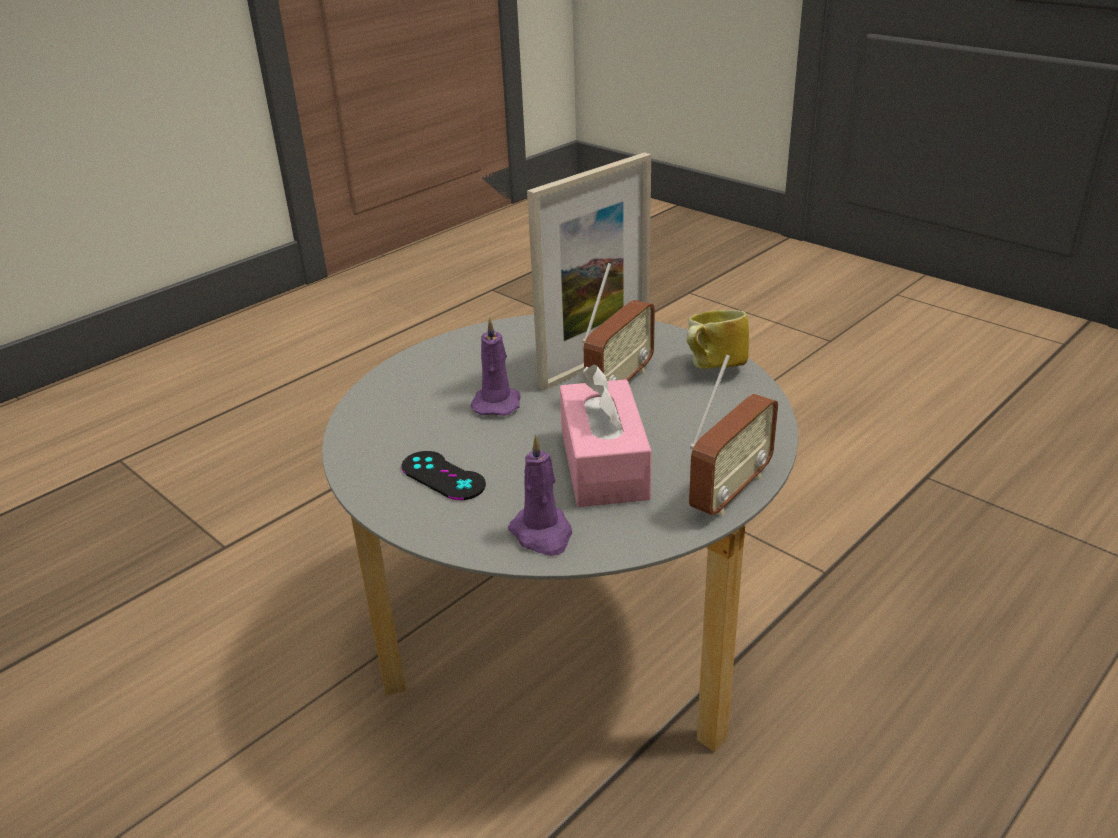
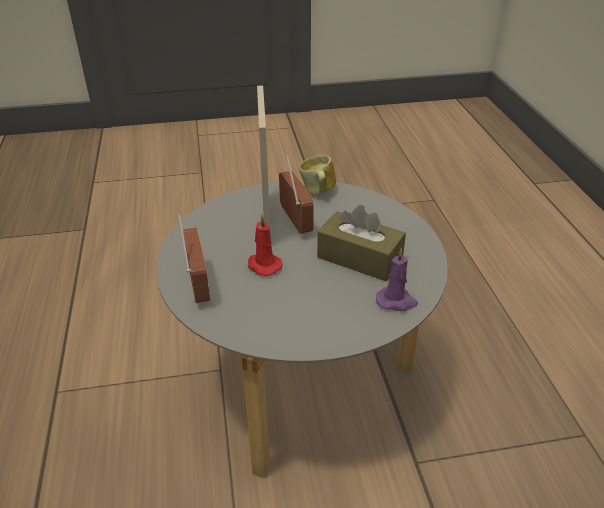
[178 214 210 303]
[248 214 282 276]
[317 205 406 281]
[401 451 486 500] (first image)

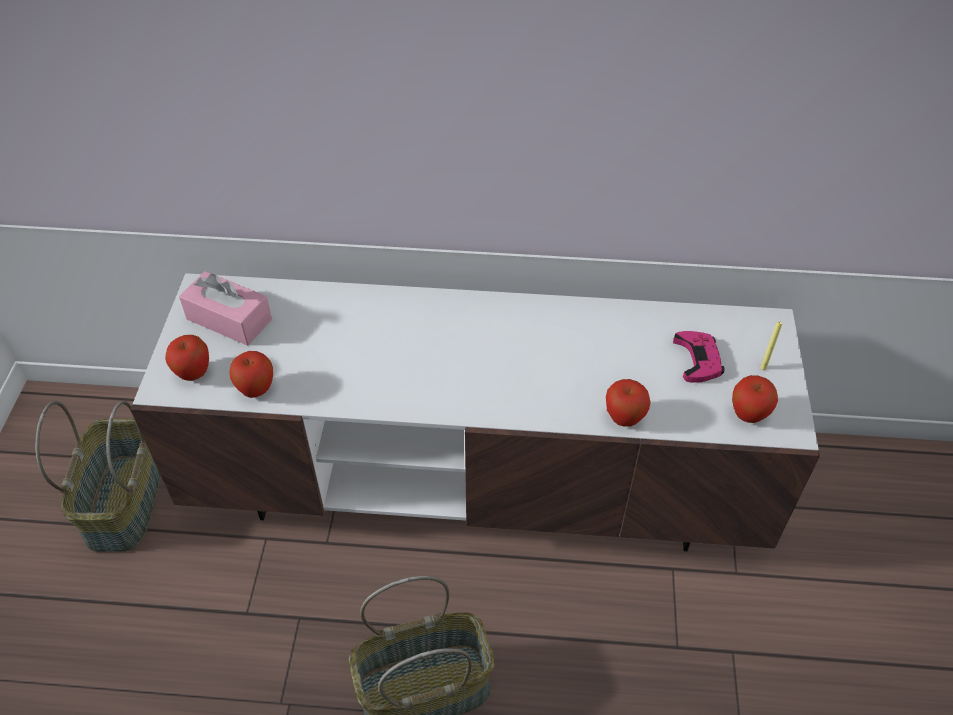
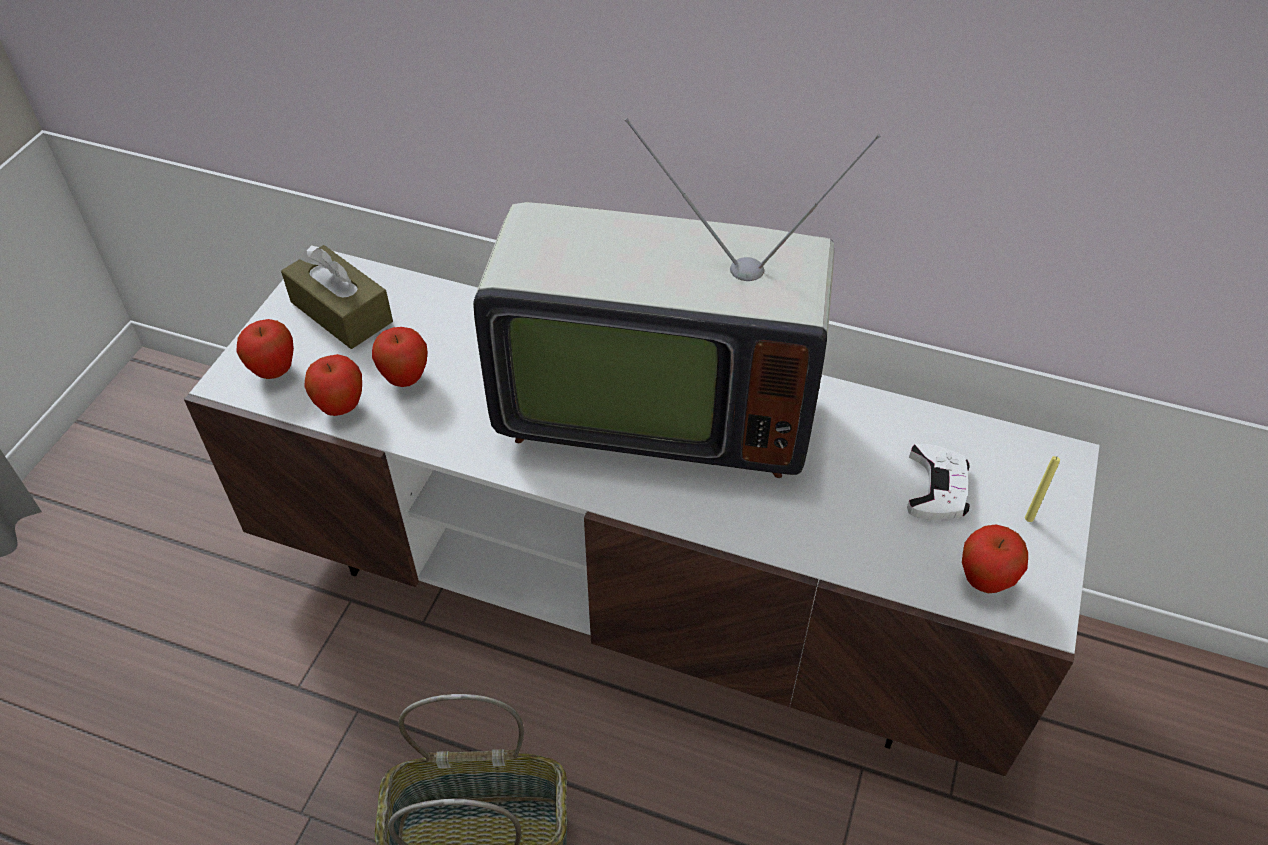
[281 245 393 349]
[372 327 427 387]
[473 118 880 478]
[907 444 970 520]
[35 401 161 552] (first image)

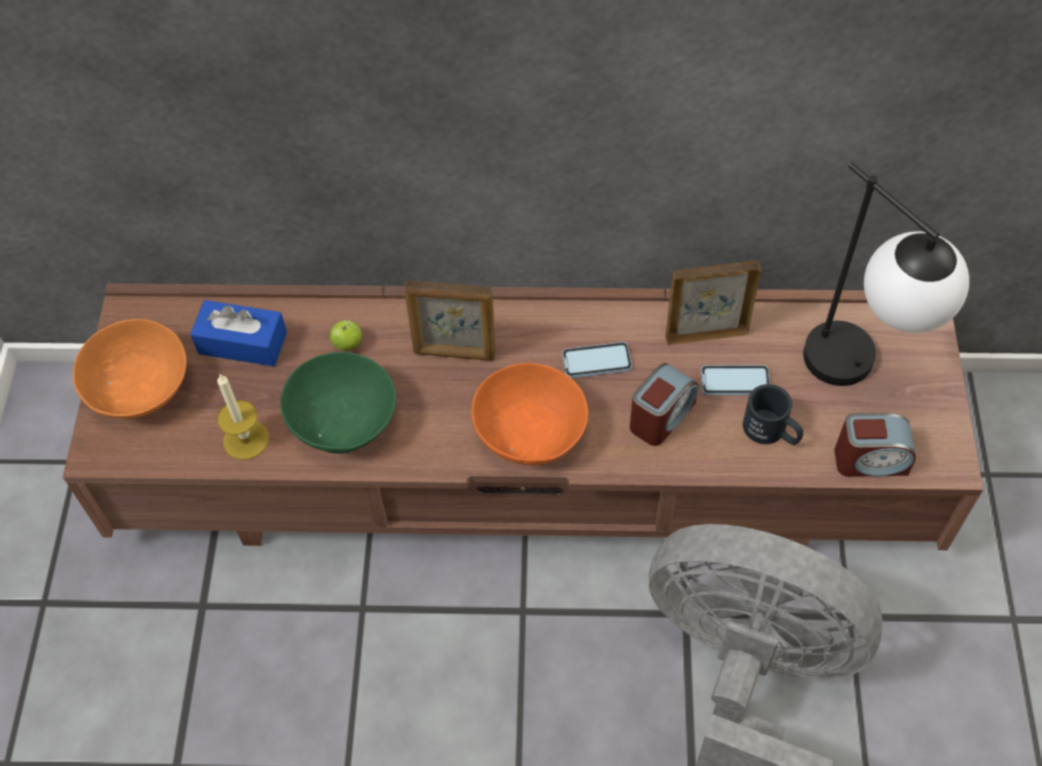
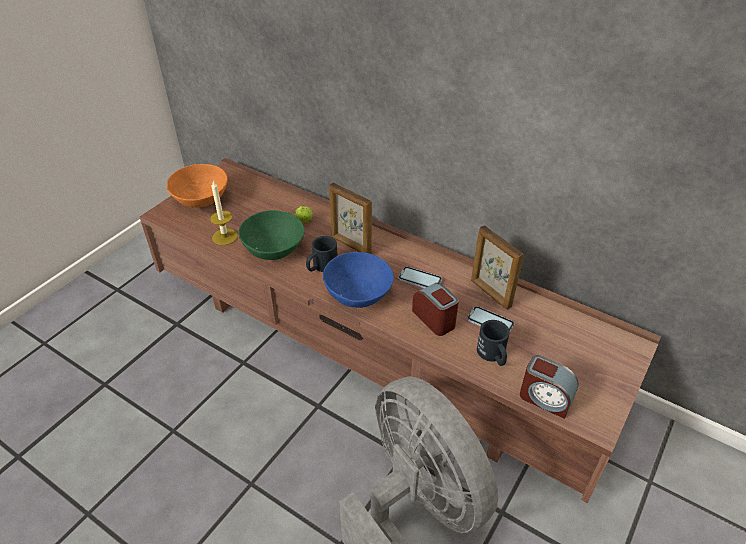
[306 236 338 272]
[323 252 394 308]
[412 283 459 336]
[471 225 524 310]
[190 300 287 367] (first image)
[803 163 969 386] (first image)

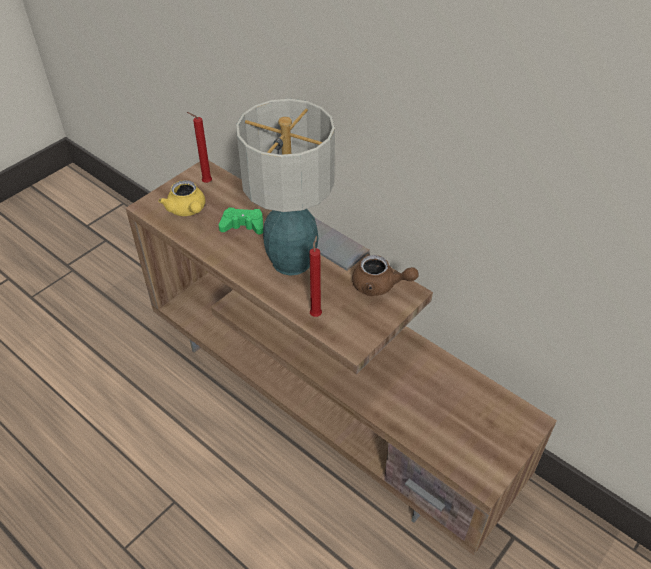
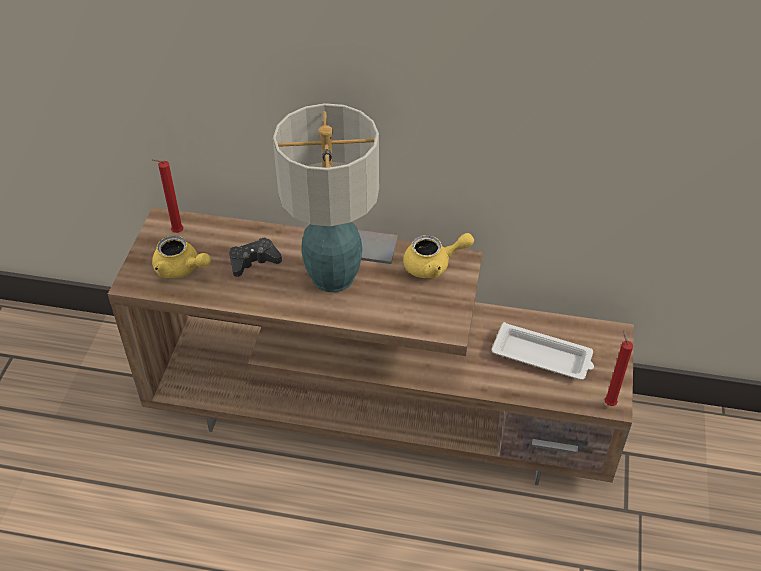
[229 237 282 277]
[403 233 474 278]
[491 322 594 380]
[604 329 633 406]

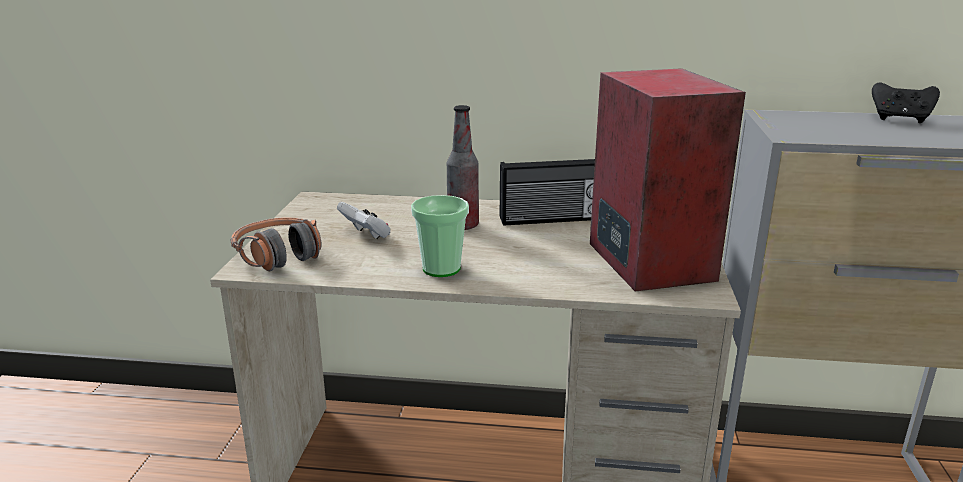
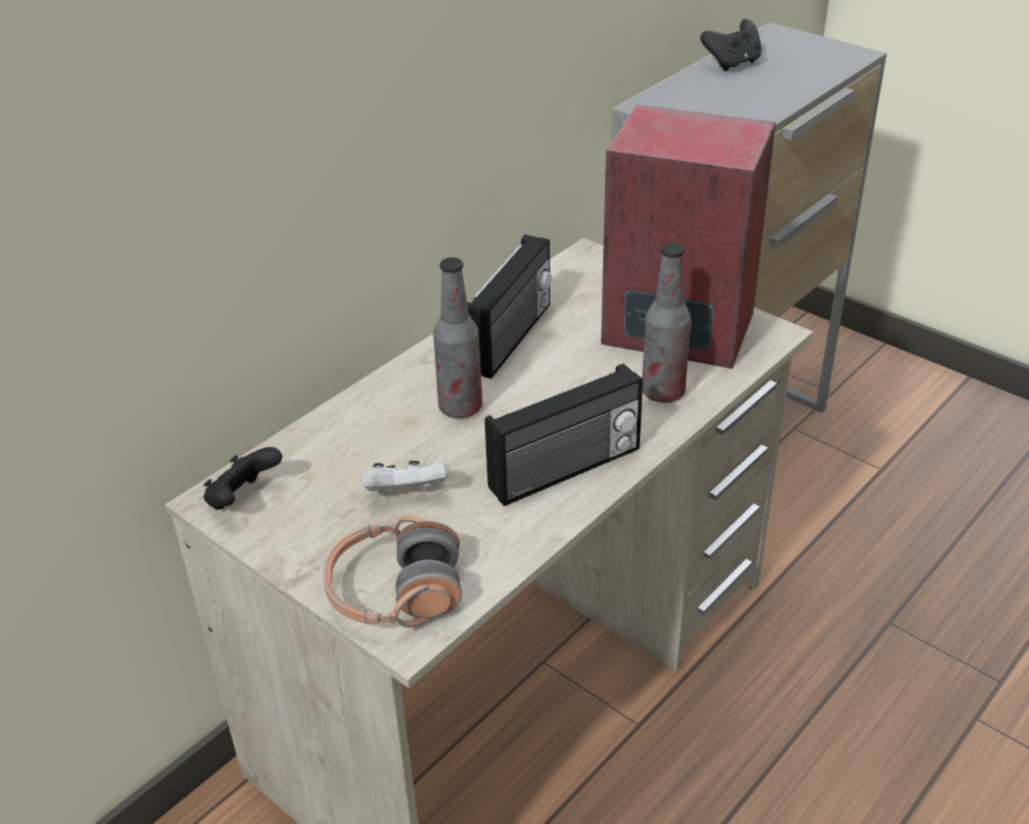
[204 447 282 510]
[485 363 643 506]
[642 243 691 403]

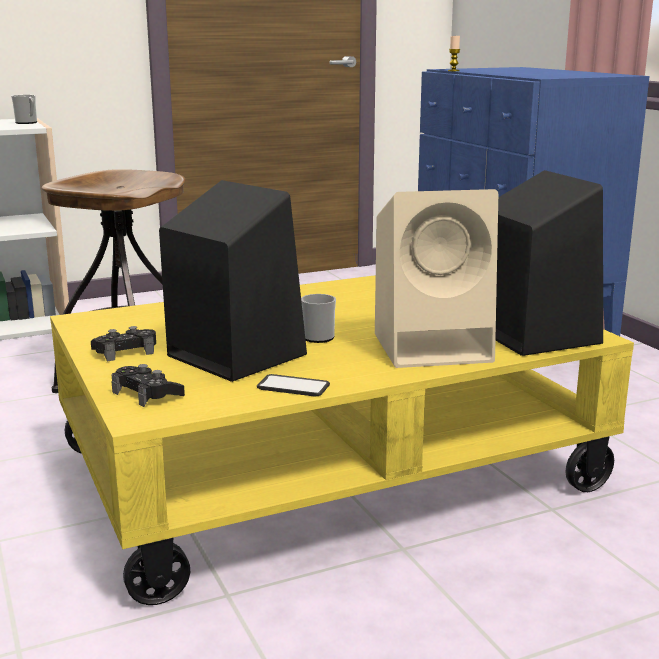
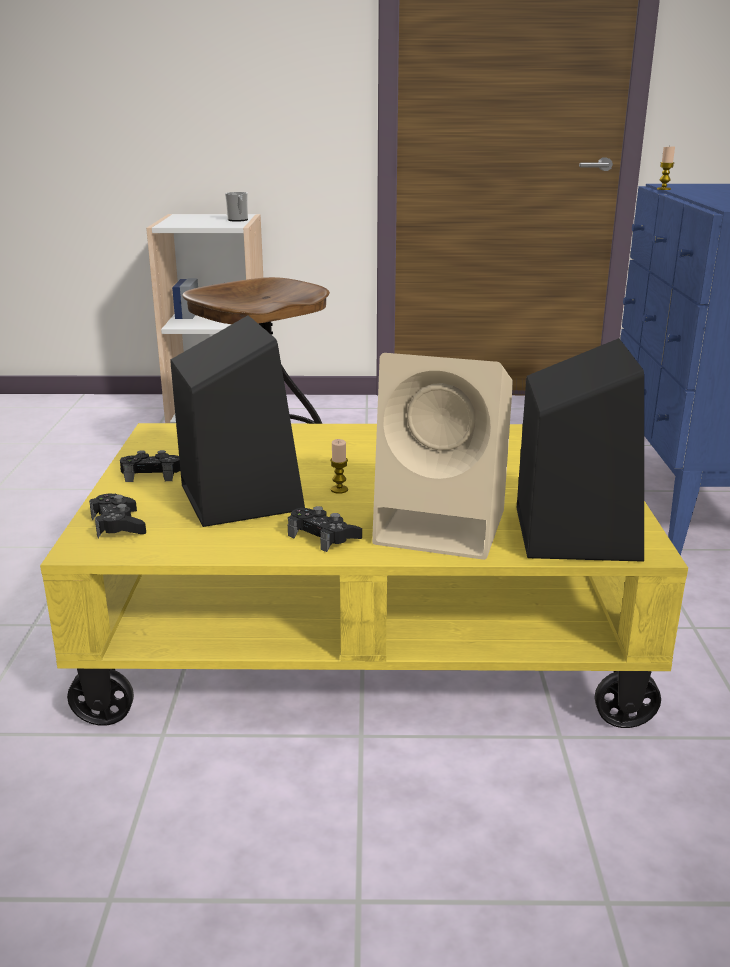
[288 506 362 552]
[330 439 348 494]
[257 374 330 396] (first image)

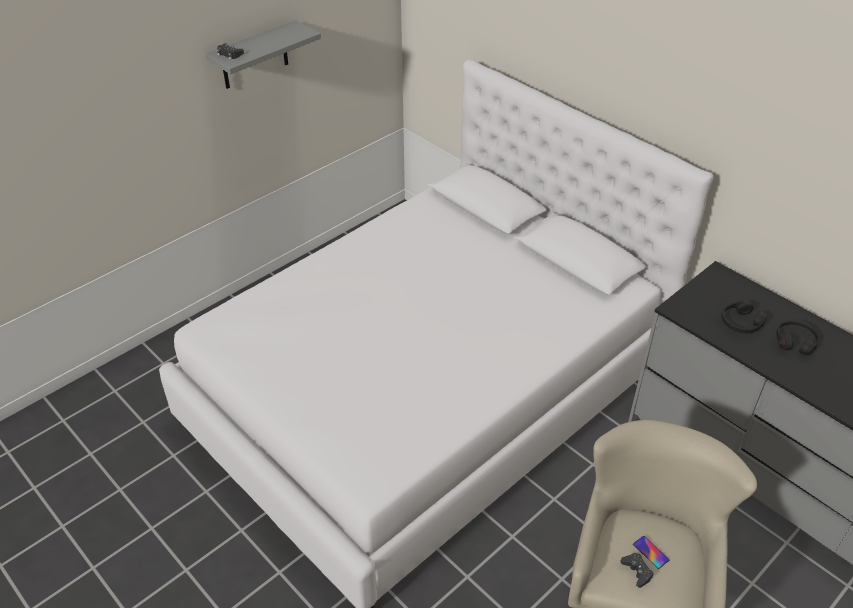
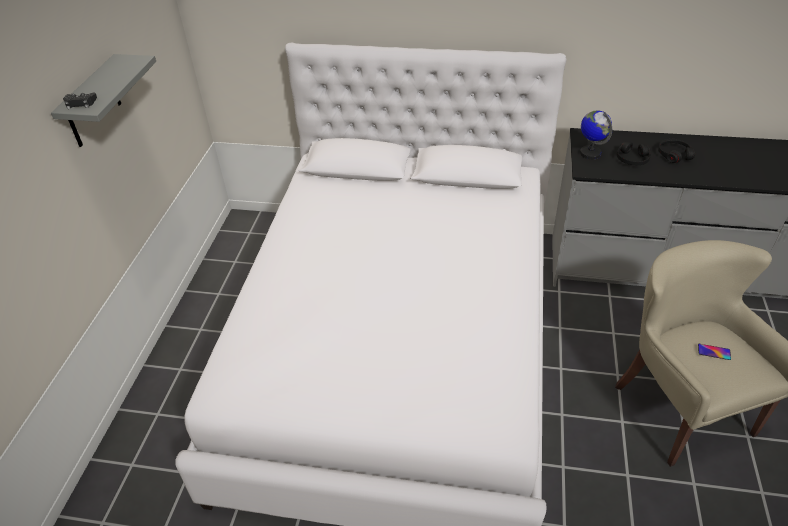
[580 110 612 159]
[620 553 654 588] (first image)

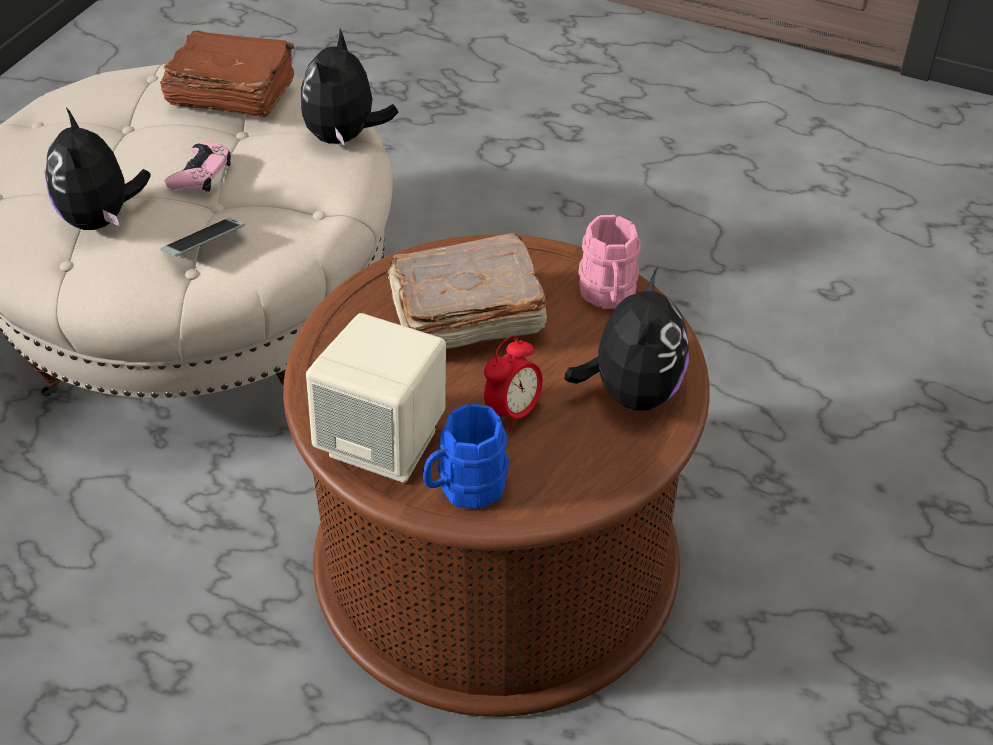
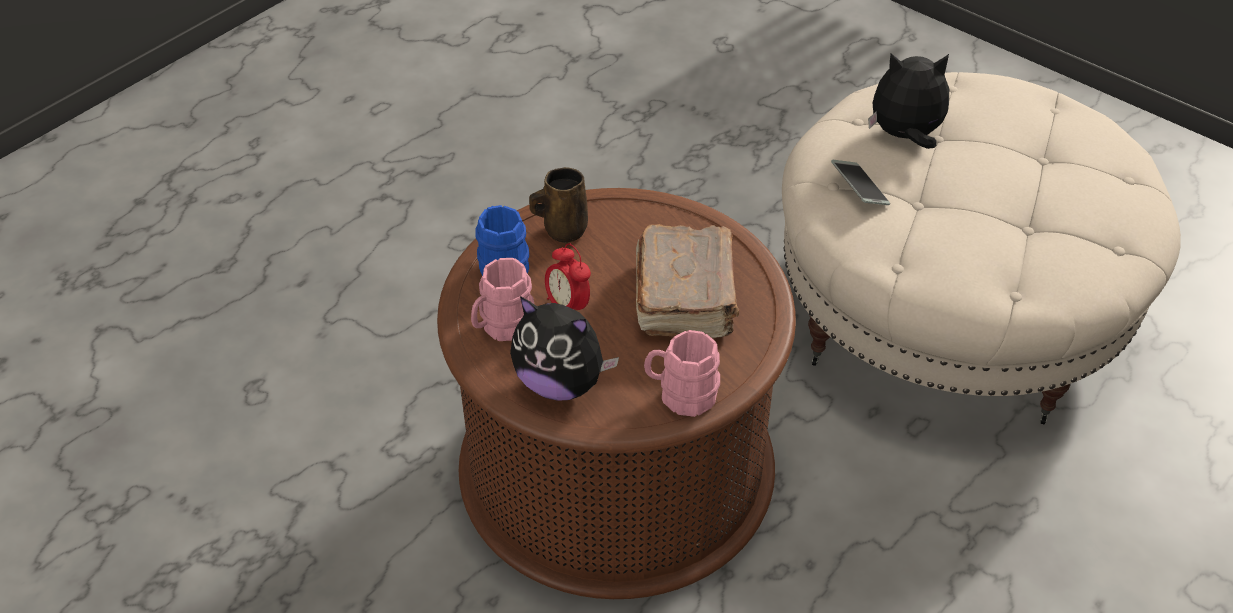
[471 258 534 341]
[529 167 588 243]
[160 30 294 117] (first image)
[165 142 231 192] (first image)
[300 29 399 146] (first image)

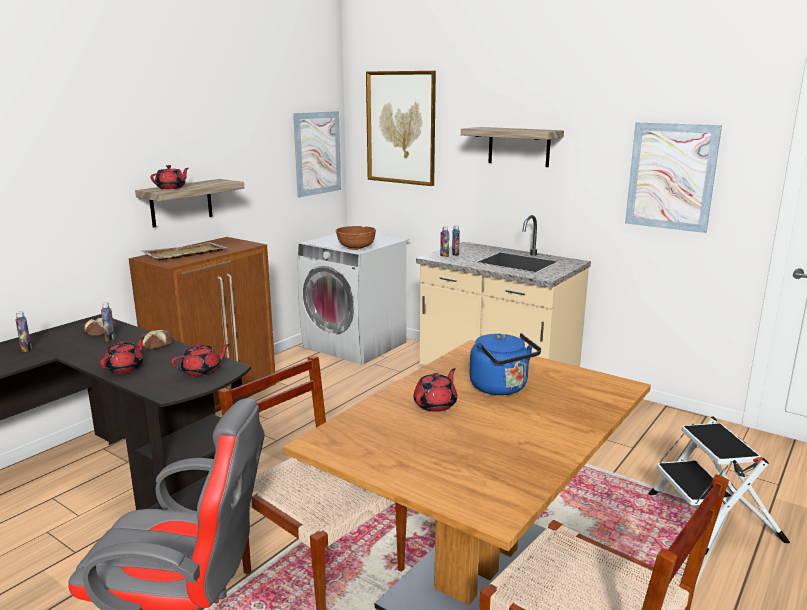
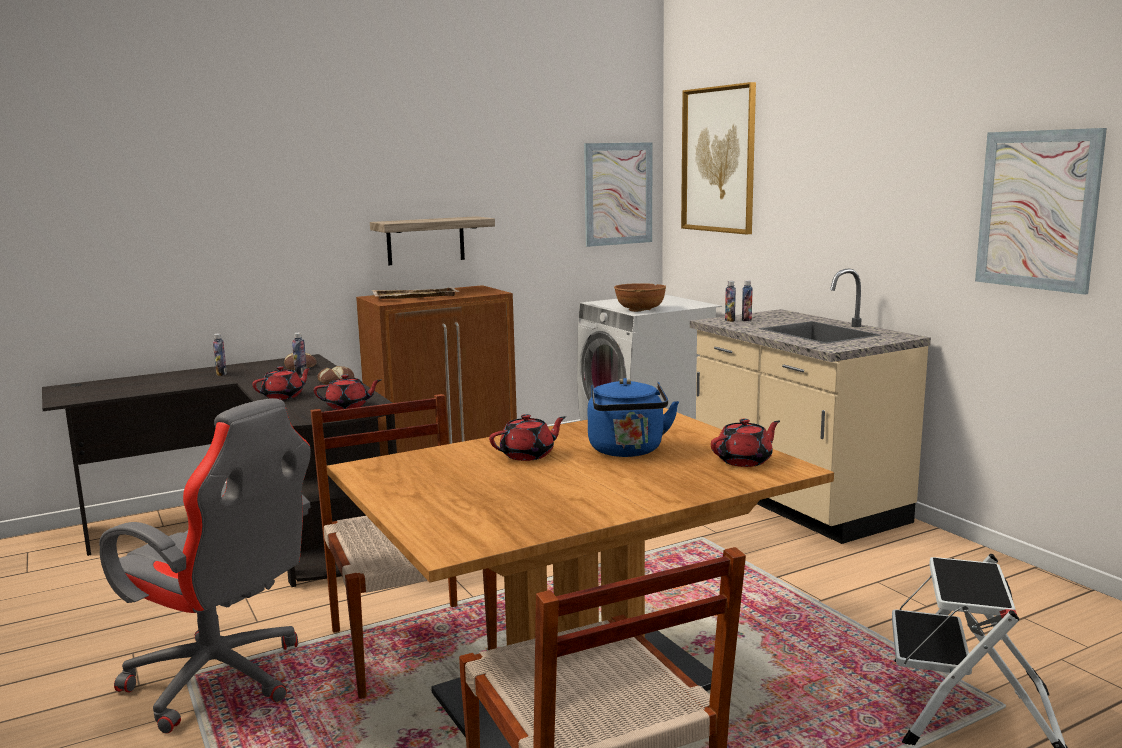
[711 419 780 467]
[461 127 564 167] (first image)

